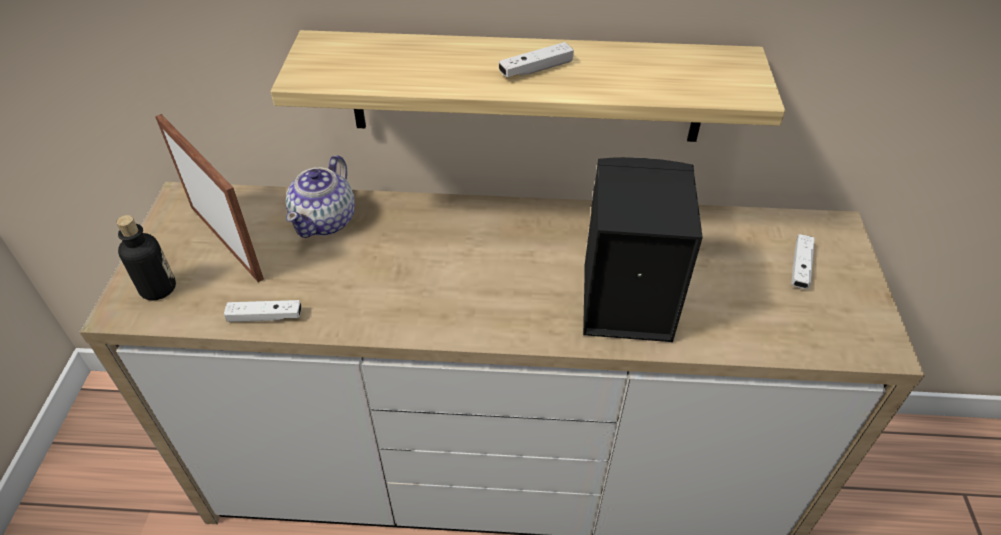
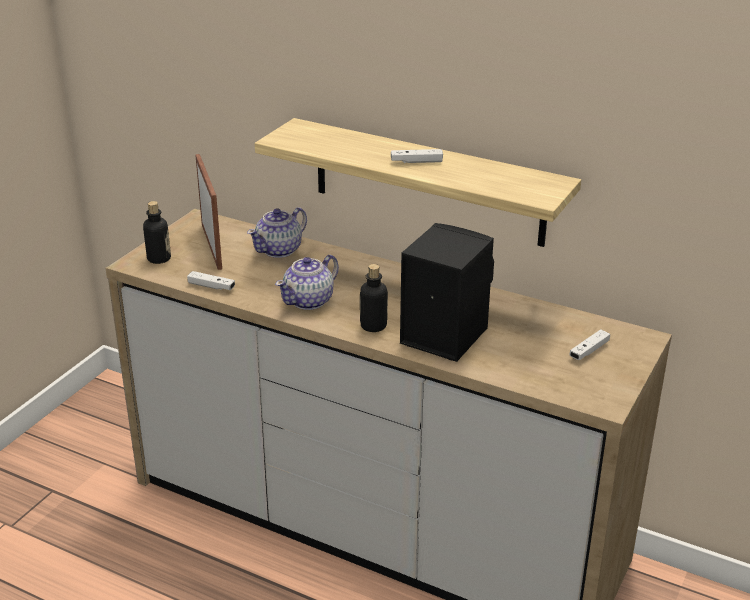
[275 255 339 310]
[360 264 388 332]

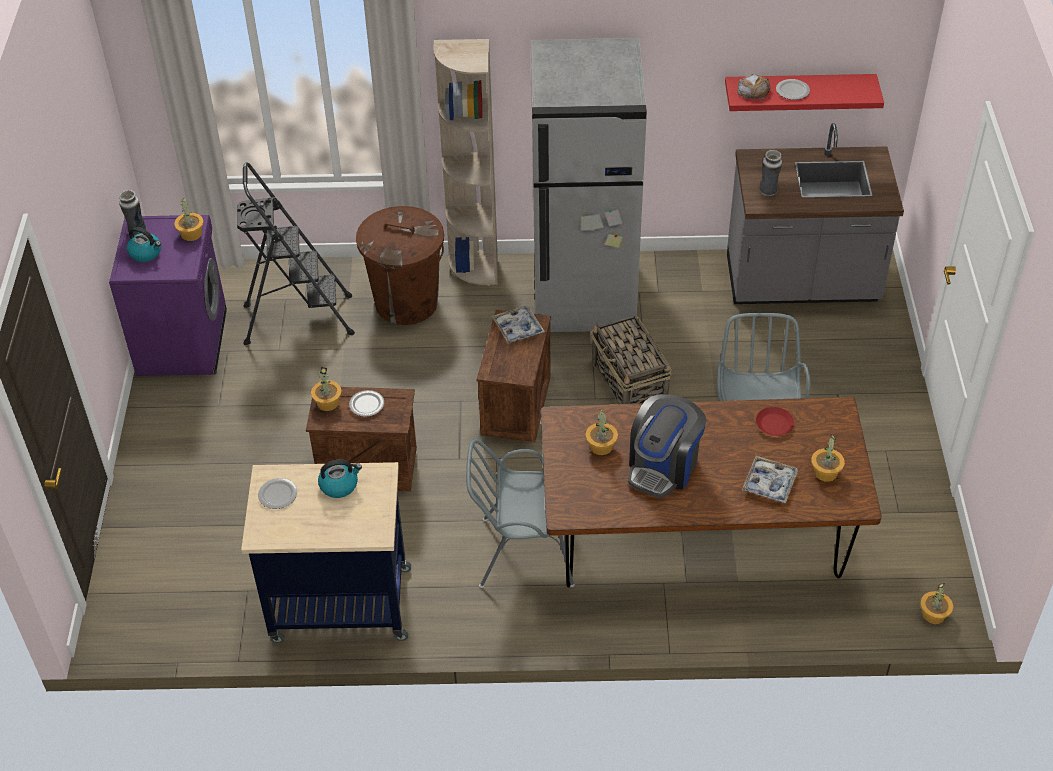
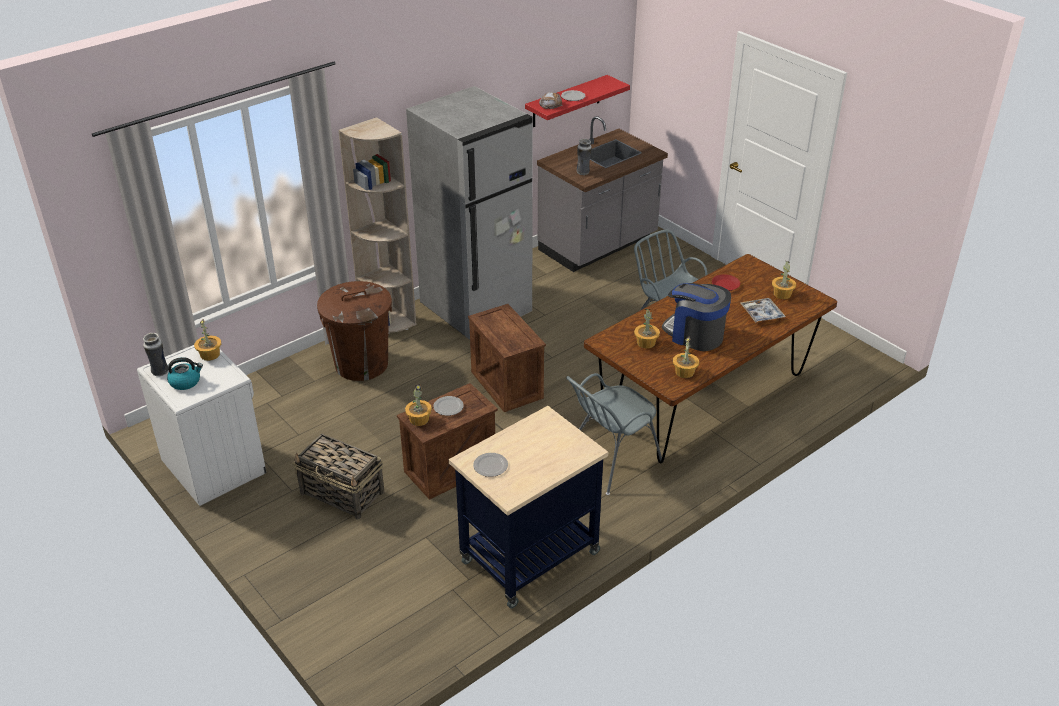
[137 345 266 506]
[292 434 385 520]
[662 283 731 351]
[673 337 699 378]
[237 162 355 345] (first image)
[318 459 362 498] (first image)
[492 305 545 344] (first image)

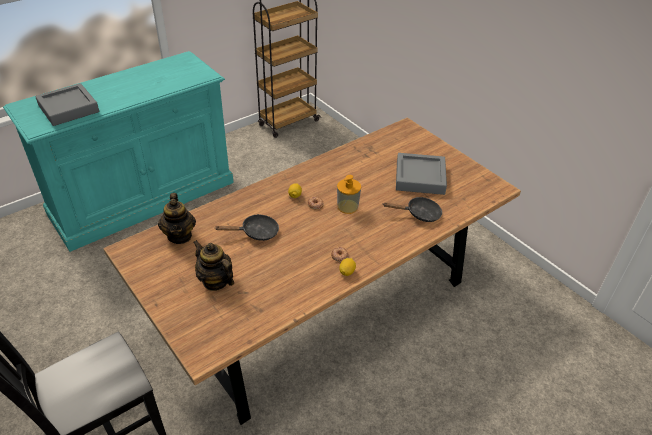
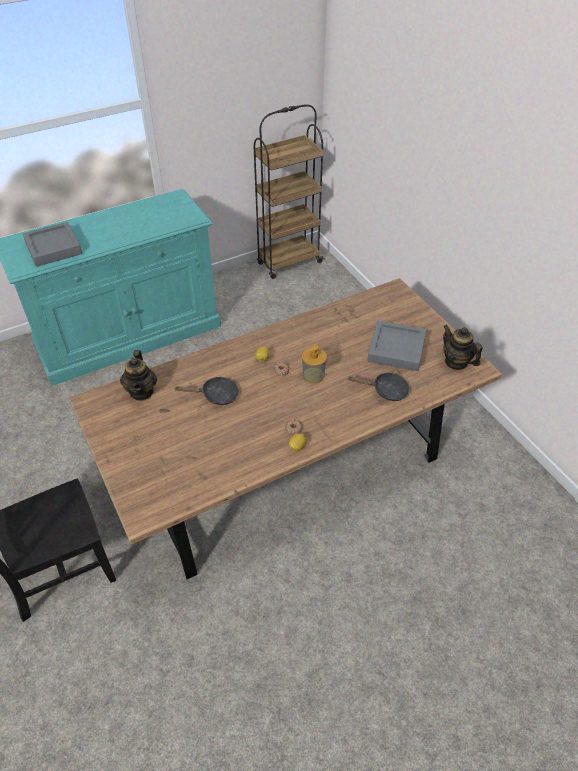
[443 325 483 370]

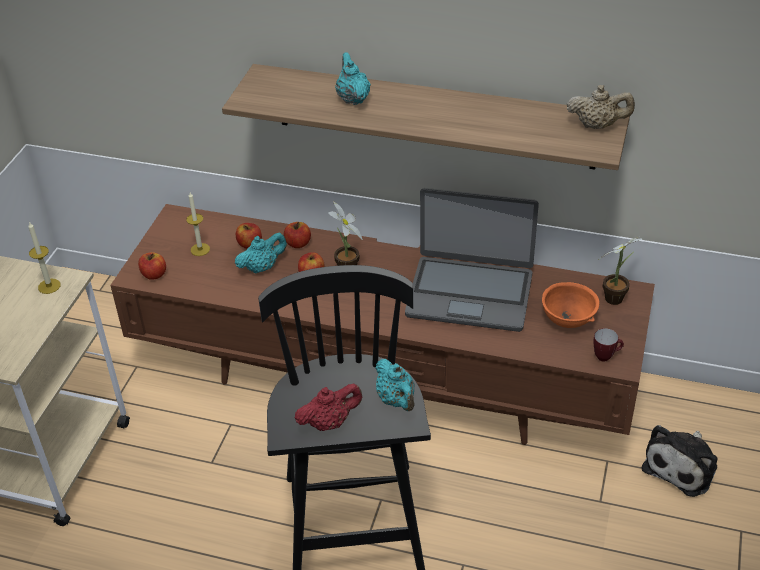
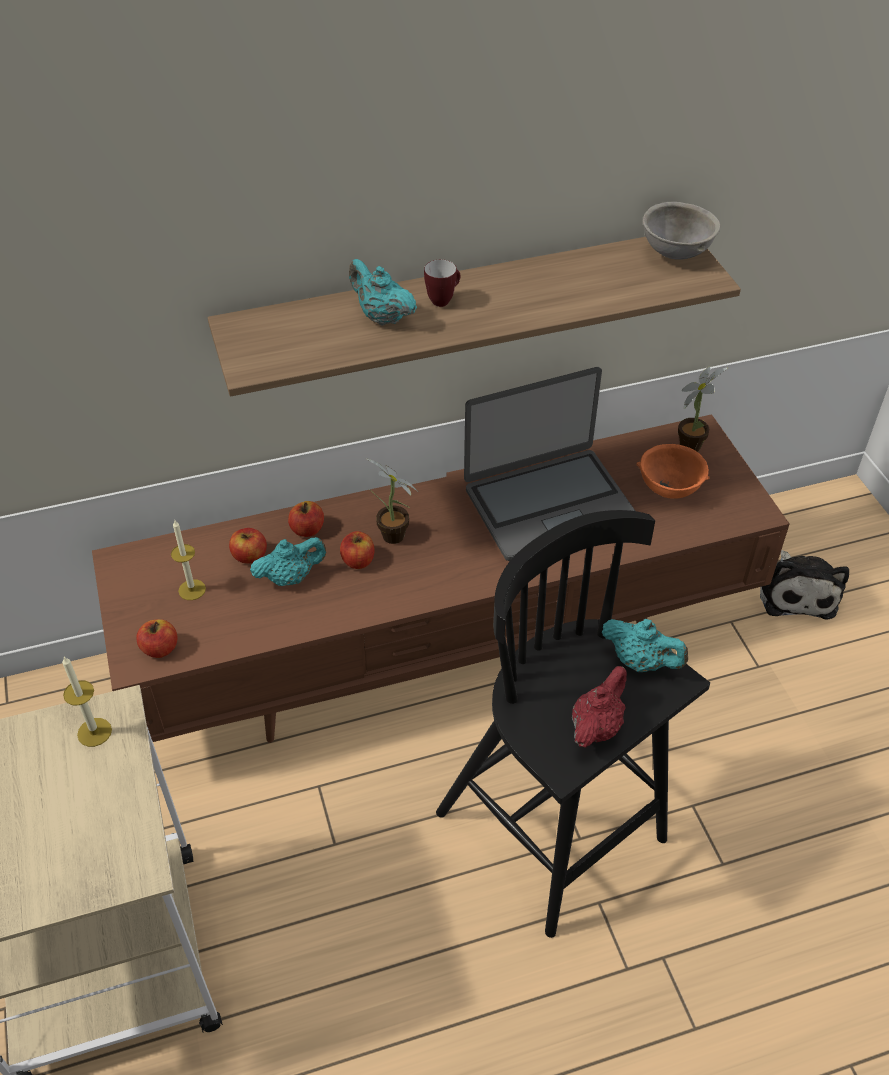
[250 537 326 586]
[424 260 460 307]
[643 202 721 260]

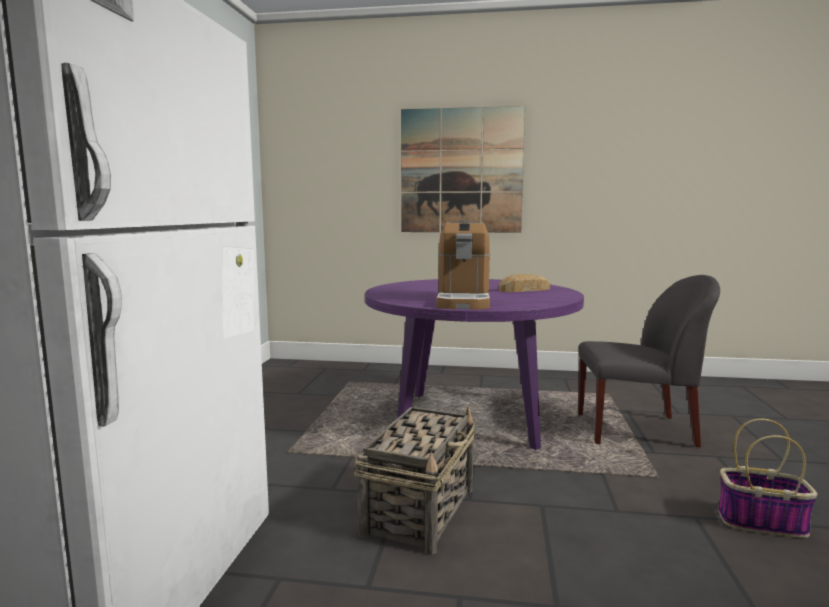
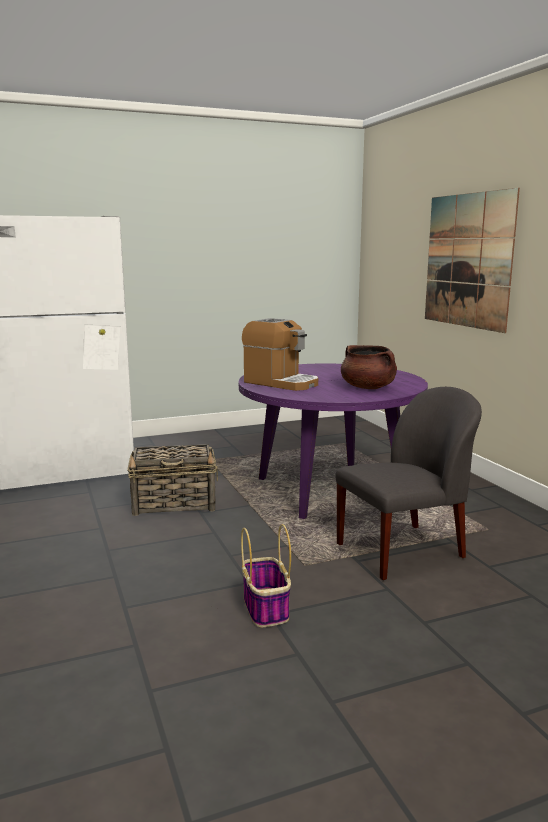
[242 318 318 391]
[335 387 482 580]
[341 345 397 389]

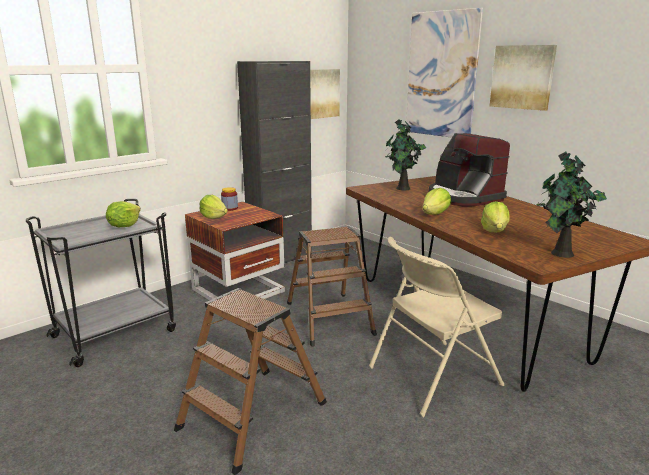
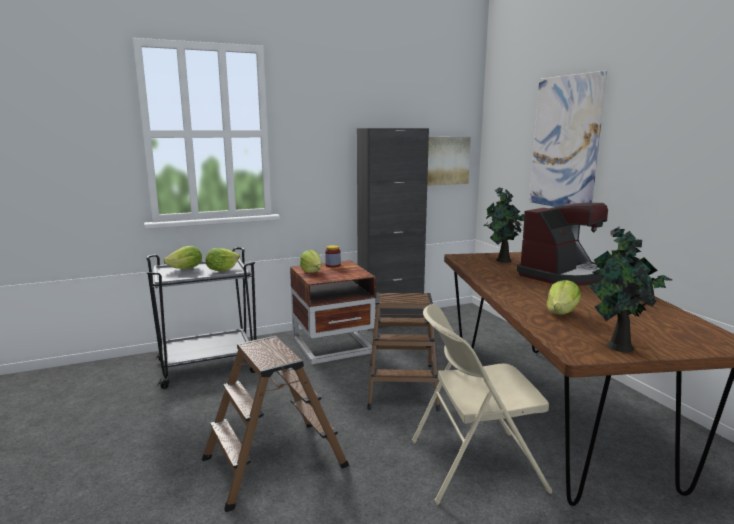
[163 246 202 269]
[517 203 608 286]
[490 45 557 111] (first image)

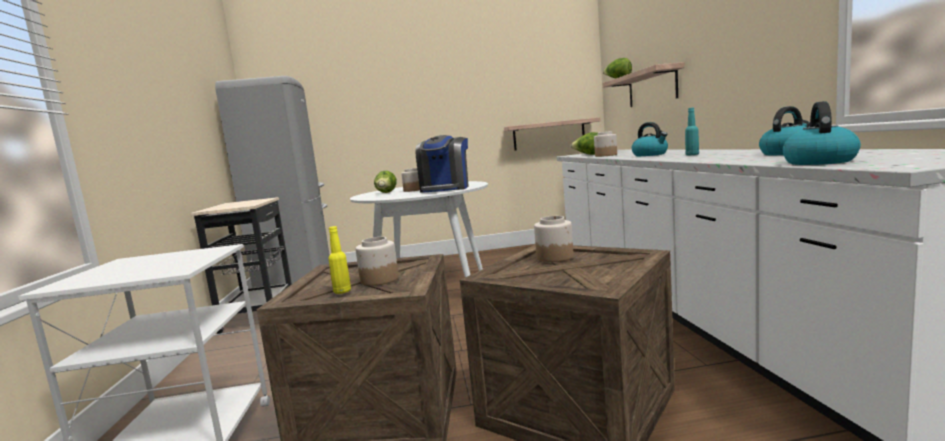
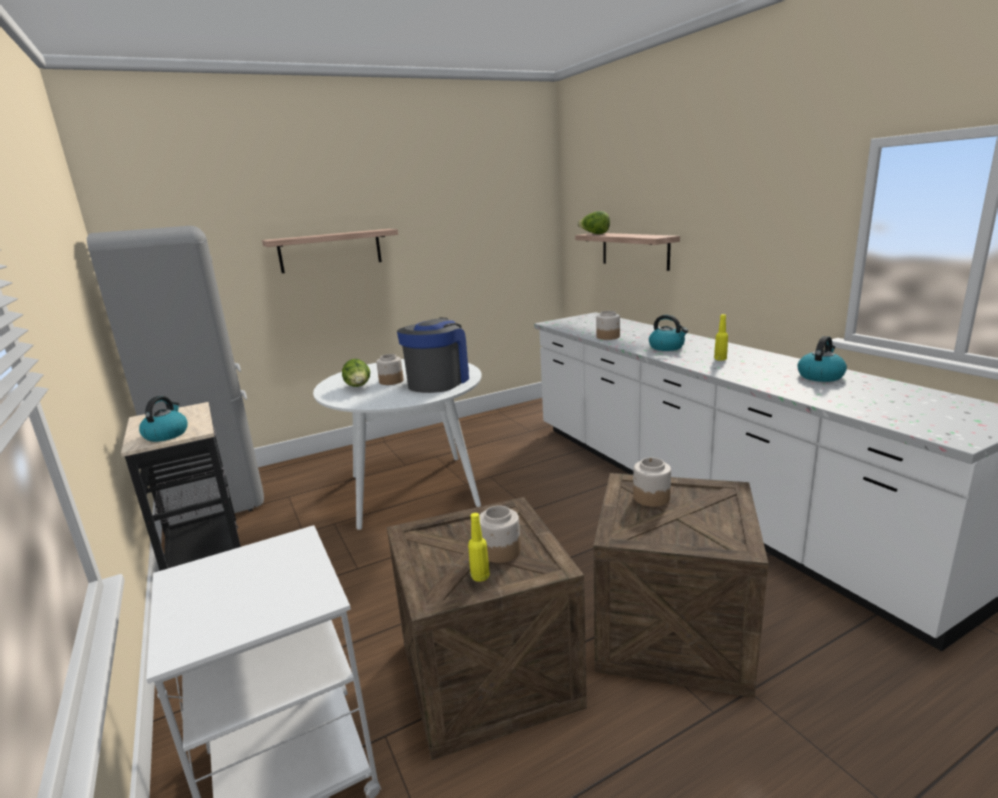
[139 396 188 442]
[262 229 398 273]
[397 318 469 393]
[714 314 728 361]
[570 132 598 155] (first image)

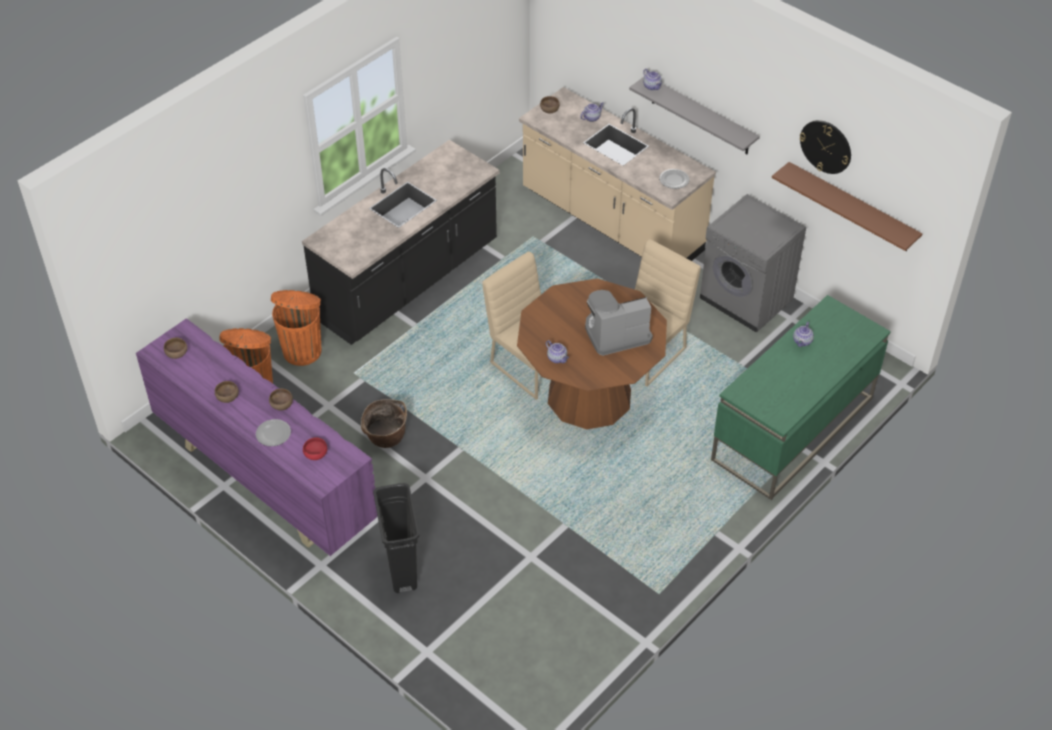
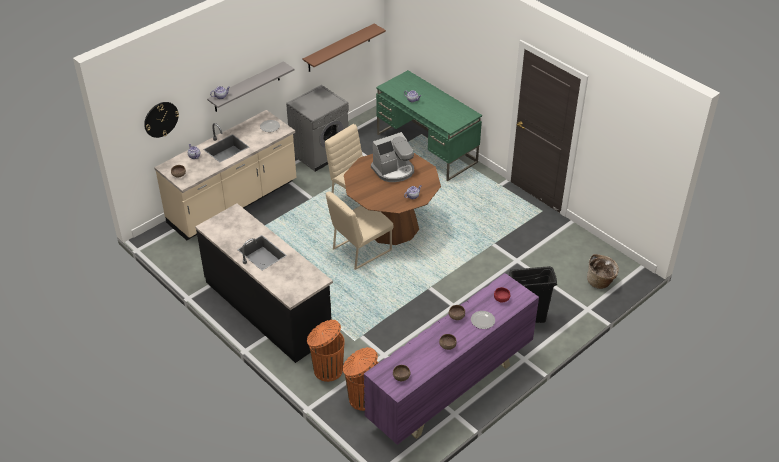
[144 102 179 138]
[371 132 414 182]
[587 254 619 289]

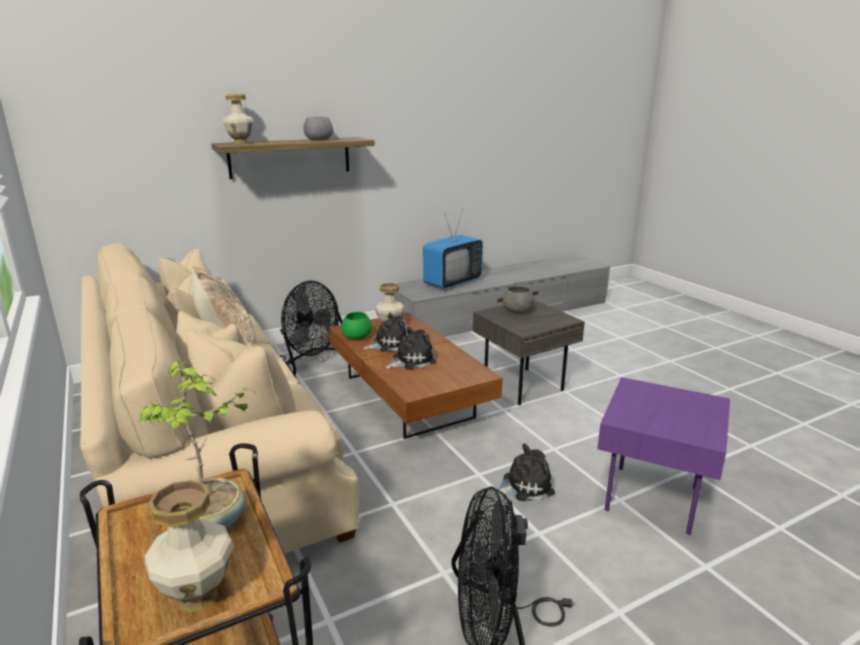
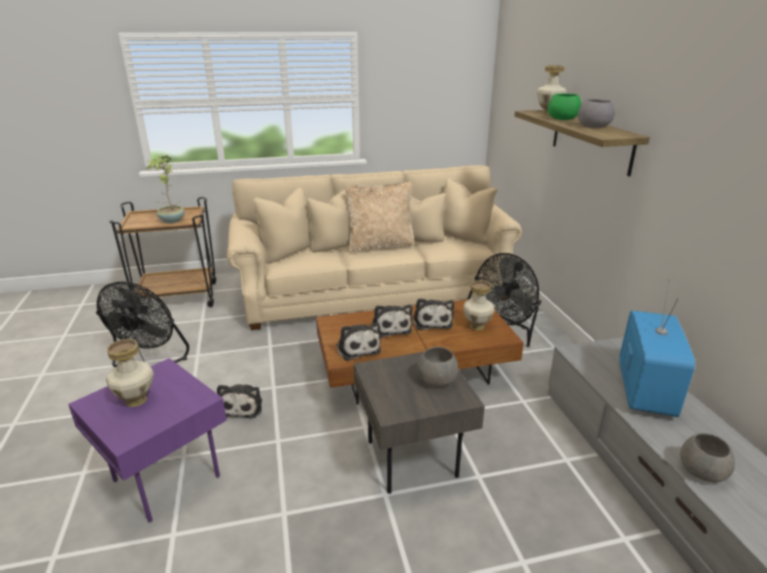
[106 339 154 407]
[336 322 381 361]
[548 93 581 120]
[619 280 695 417]
[680 433 735 483]

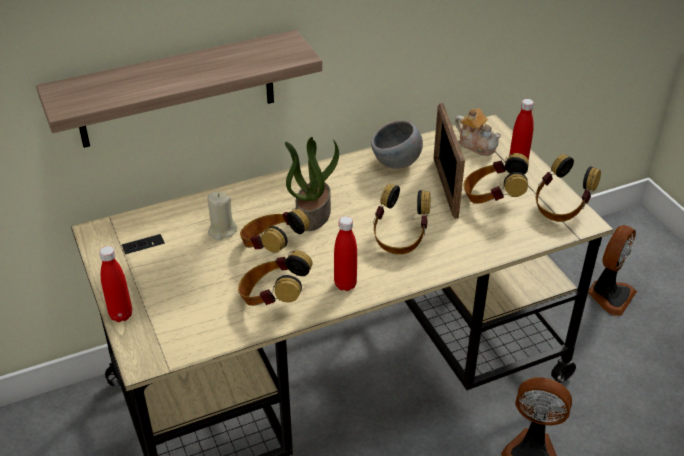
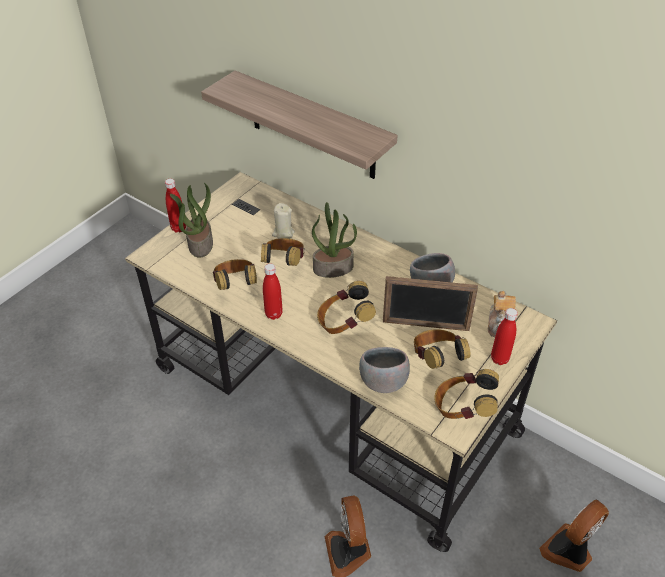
[170 183 213 258]
[359 347 410 393]
[383 276 478 331]
[539 499 609 572]

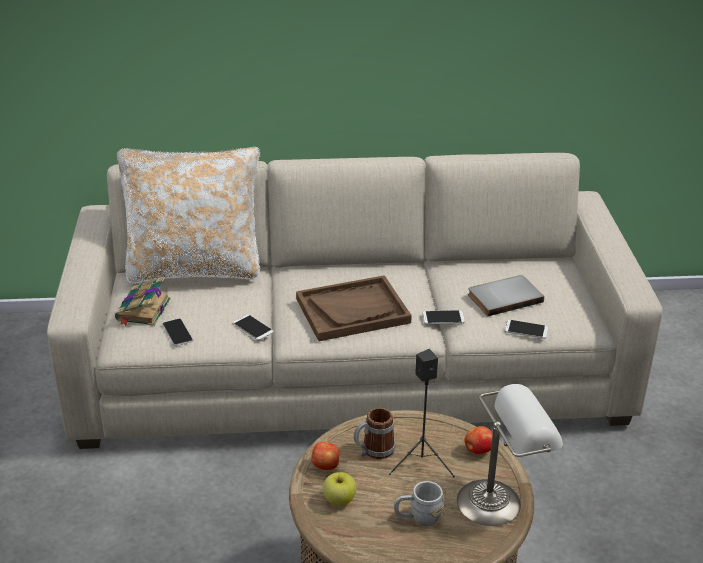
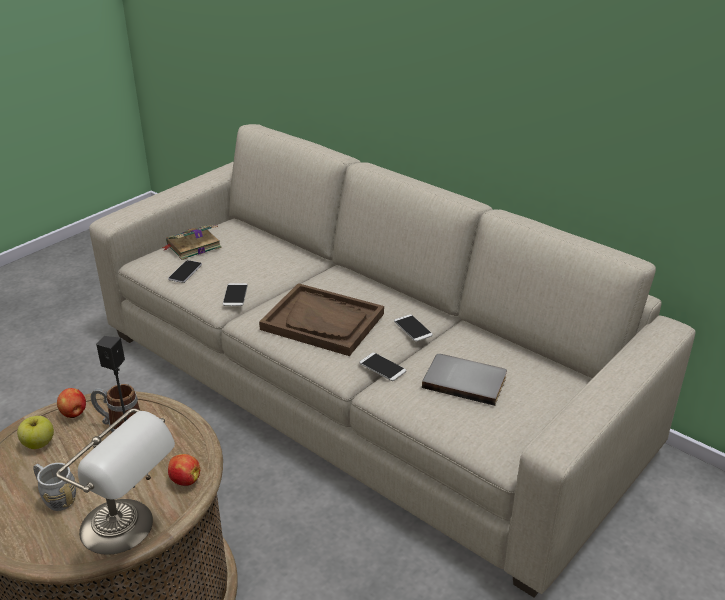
[394 314 433 342]
[117 146 260 283] (first image)

